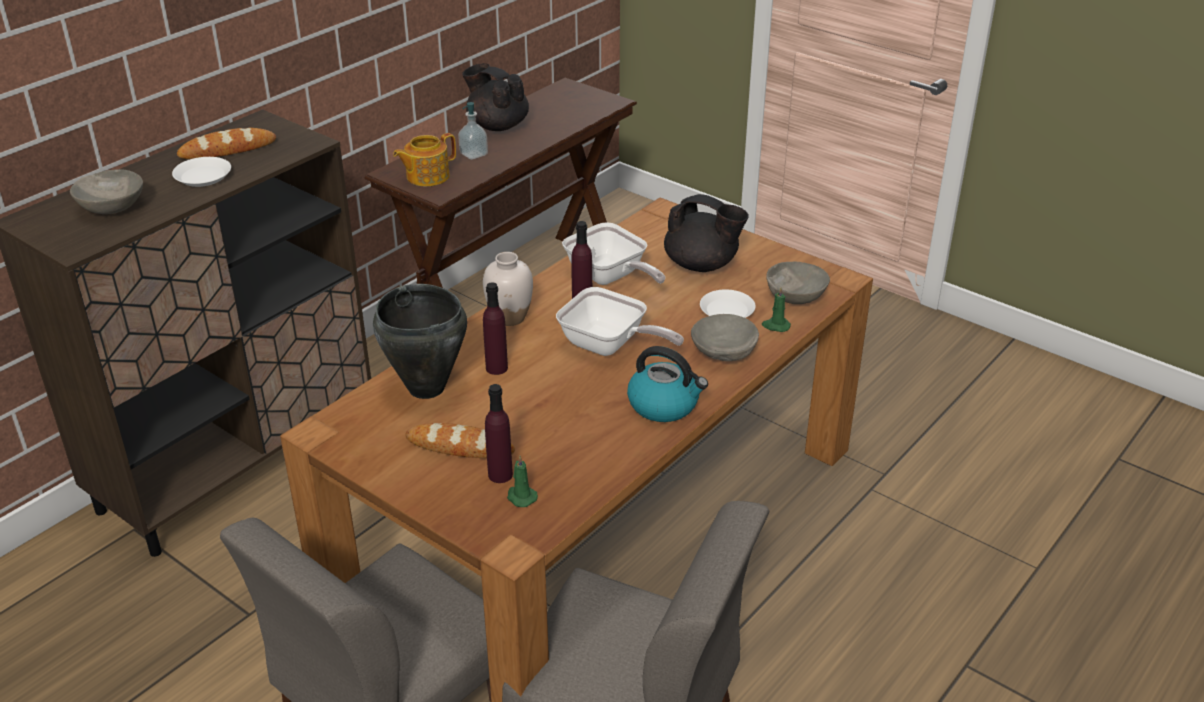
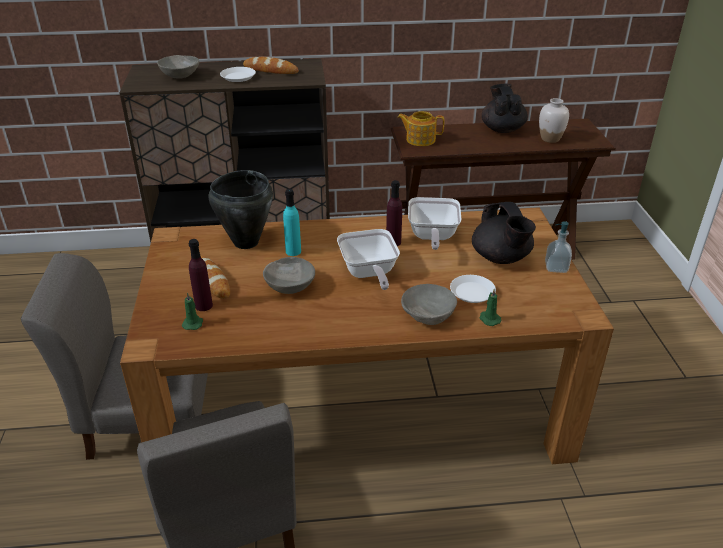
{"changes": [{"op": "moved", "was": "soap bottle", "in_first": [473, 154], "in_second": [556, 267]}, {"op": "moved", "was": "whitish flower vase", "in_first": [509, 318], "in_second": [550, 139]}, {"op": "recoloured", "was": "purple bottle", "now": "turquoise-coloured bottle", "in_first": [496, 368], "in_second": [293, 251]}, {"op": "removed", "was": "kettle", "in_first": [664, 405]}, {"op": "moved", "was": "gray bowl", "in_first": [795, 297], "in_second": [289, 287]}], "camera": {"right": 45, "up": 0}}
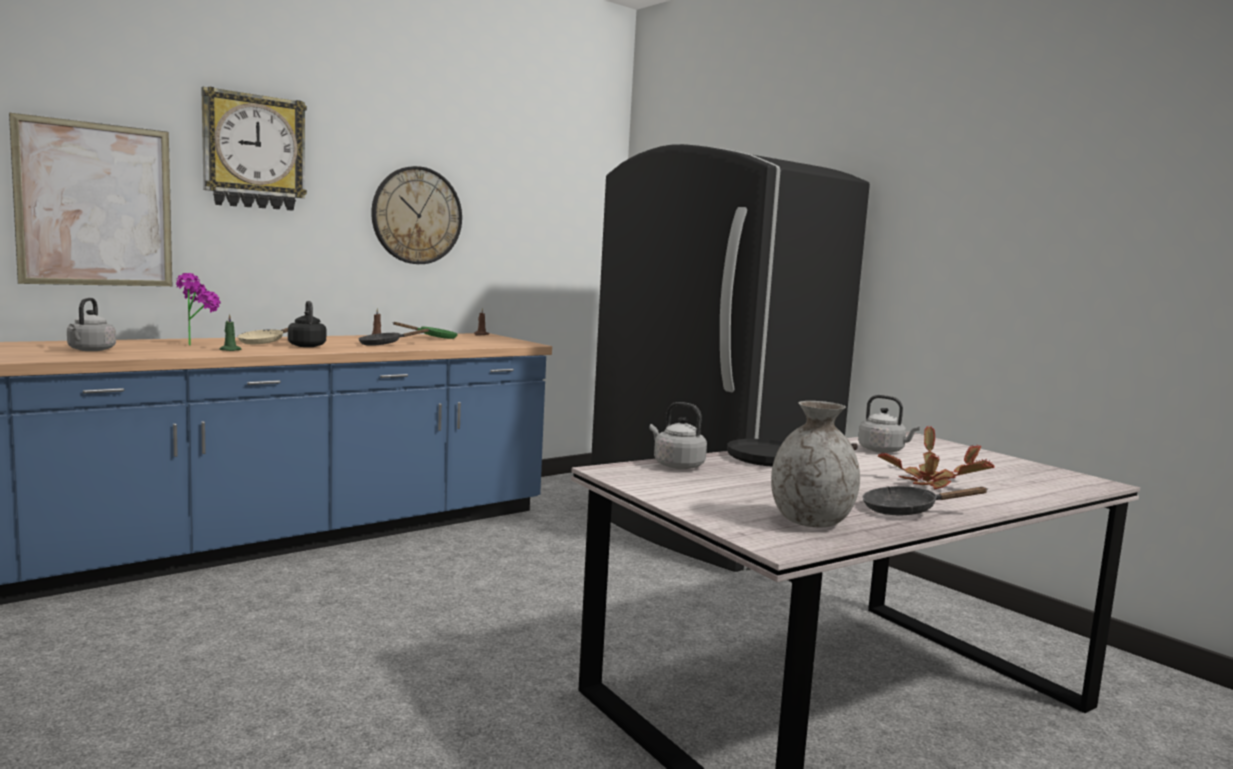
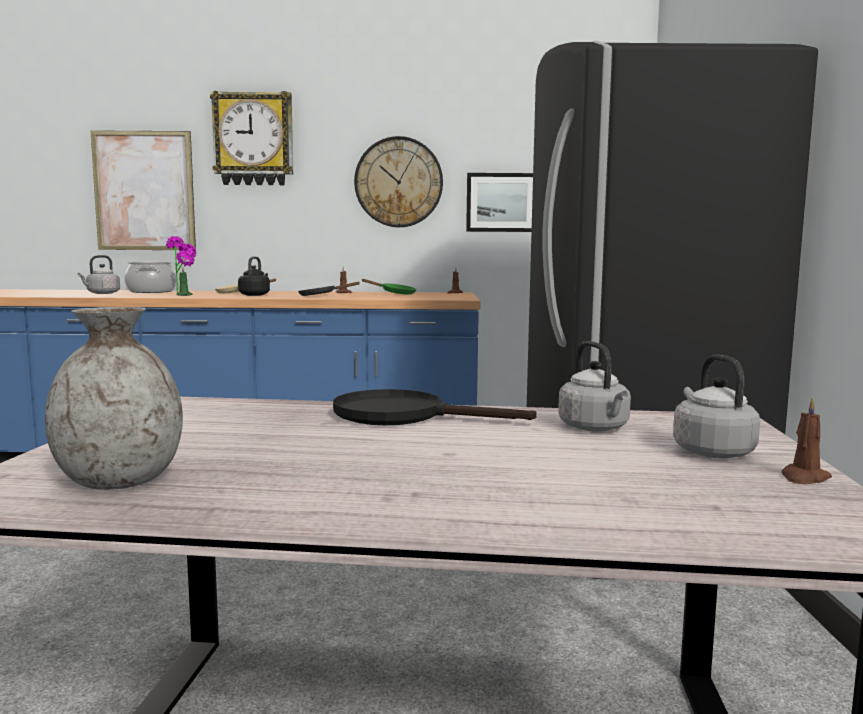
{"changes": [{"op": "moved", "was": "gray kettle", "in_first": [676, 465], "in_second": [710, 451]}, {"op": "removed", "was": "blackish pan", "in_first": [906, 511]}, {"op": "removed", "was": "plant in a pot", "in_first": [931, 482]}, {"op": "added", "now": "stockpot", "in_second": [151, 291]}, {"op": "added", "now": "wall picture", "in_second": [501, 202]}, {"op": "added", "now": "brownish wax candle", "in_second": [804, 478]}], "camera": {"right": 40, "up": 0}}
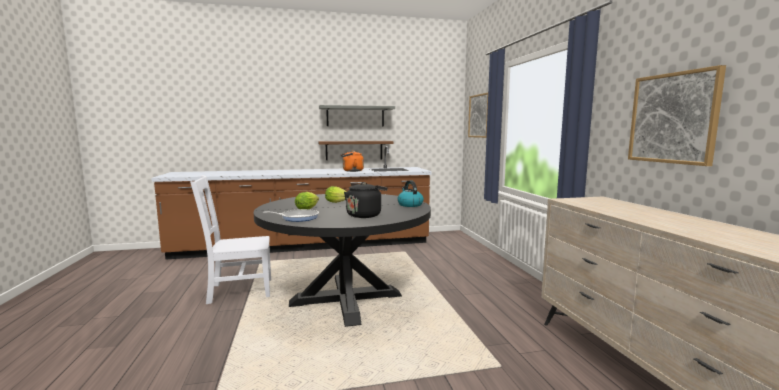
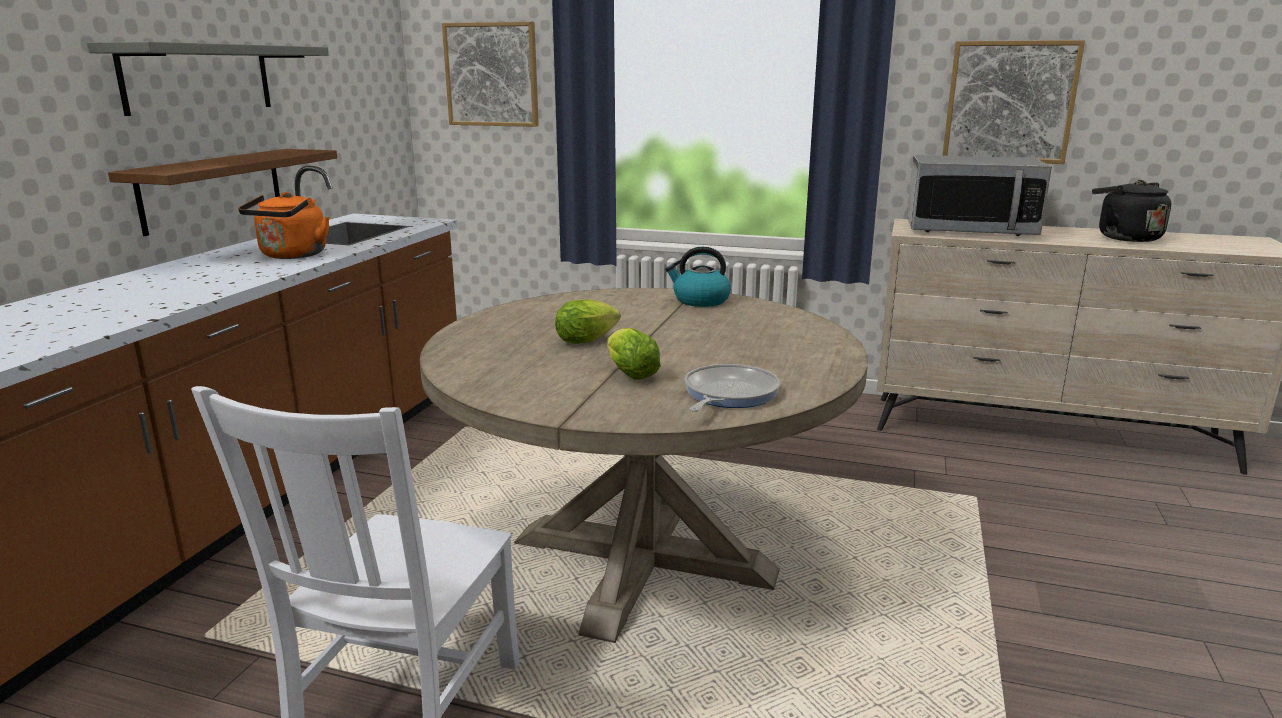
{"changes": [{"op": "recoloured", "was": "blackish kitchen table", "now": "sand-coloured kitchen table", "in_first": [346, 299], "in_second": [643, 558]}, {"op": "moved", "was": "blackish kettle", "in_first": [365, 215], "in_second": [1124, 237]}, {"op": "added", "now": "kitchen microwave", "in_second": [969, 229]}], "camera": {"right": -60, "up": 10}}
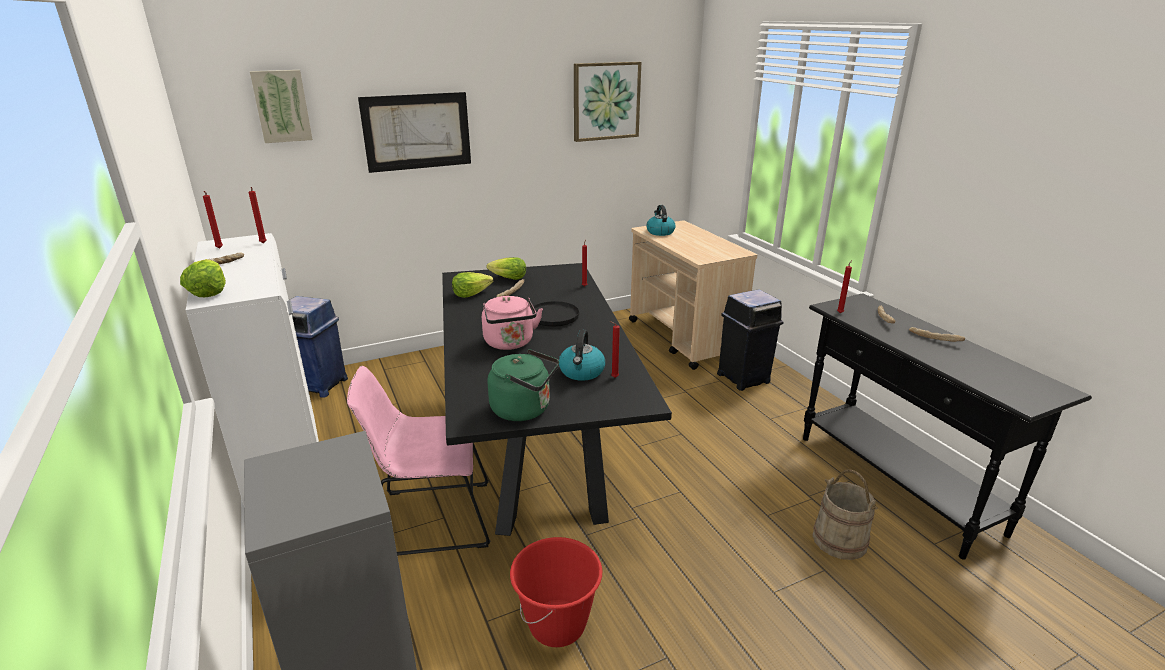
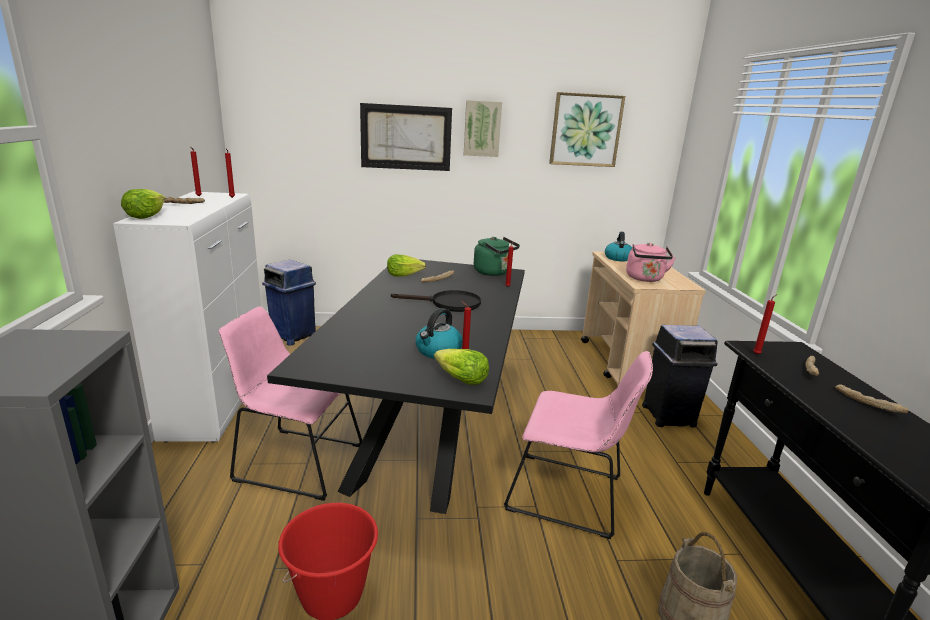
{"changes": [{"op": "moved", "was": "wall picture", "in_first": [282, 106], "in_second": [482, 128]}, {"op": "moved", "was": "pink kettle", "in_first": [510, 343], "in_second": [645, 279]}, {"op": "moved", "was": "lettuce head", "in_first": [508, 278], "in_second": [460, 379]}, {"op": "moved", "was": "green kettle", "in_first": [524, 409], "in_second": [494, 272]}, {"op": "added", "now": "pink chair", "in_second": [570, 495]}], "camera": {"right": 20, "up": -5}}
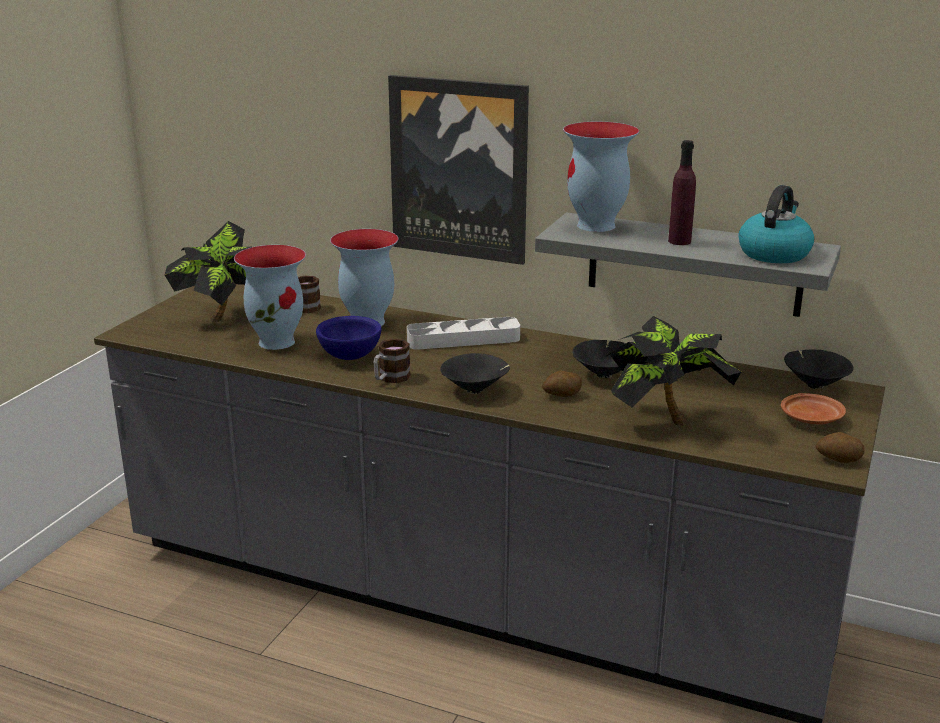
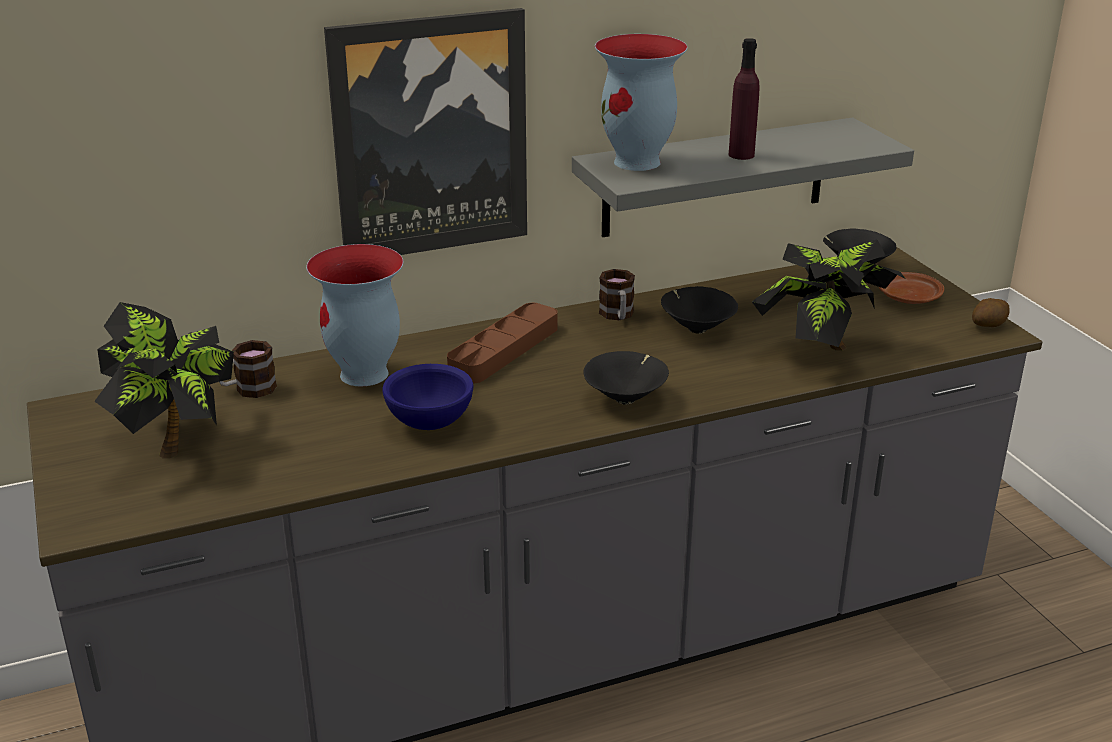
{"changes": [{"op": "removed", "was": "flower vase", "in_first": [277, 342]}, {"op": "moved", "was": "tea mug", "in_first": [390, 379], "in_second": [617, 316]}, {"op": "recoloured", "was": "gray serving tray", "now": "brownish serving tray", "in_first": [463, 339], "in_second": [504, 350]}, {"op": "removed", "was": "whole potato", "in_first": [562, 395]}, {"op": "removed", "was": "kettle", "in_first": [774, 253]}], "camera": {"right": -45, "up": 5}}
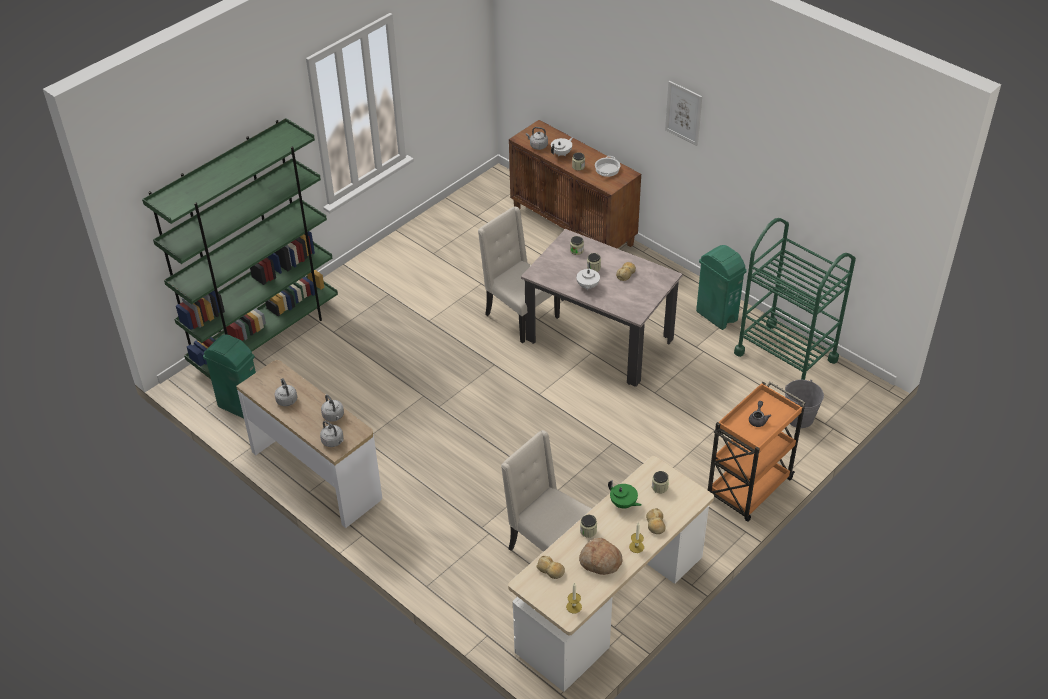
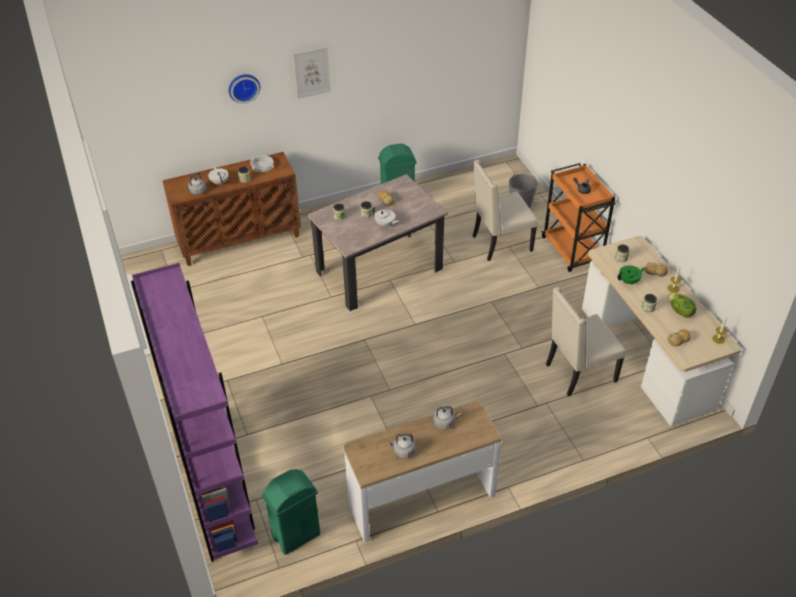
{"changes": [{"op": "recoloured", "was": "green bookcase", "now": "purple bookcase", "in_first": [265, 337], "in_second": [215, 489]}, {"op": "removed", "was": "gray kettle", "in_first": [333, 441]}, {"op": "moved", "was": "sand-coloured chair", "in_first": [520, 316], "in_second": [500, 243]}, {"op": "replaced", "was": "bakery bread", "now": "lettuce head", "in_first": [600, 561], "in_second": [680, 311]}, {"op": "removed", "was": "green cart", "in_first": [785, 356]}, {"op": "added", "now": "clock on the wall", "in_second": [243, 87]}], "camera": {"right": -65, "up": 0}}
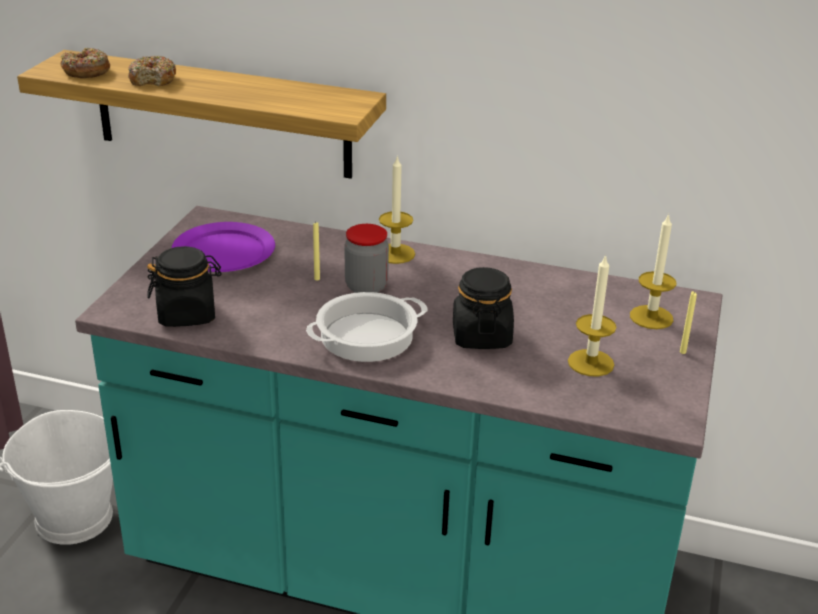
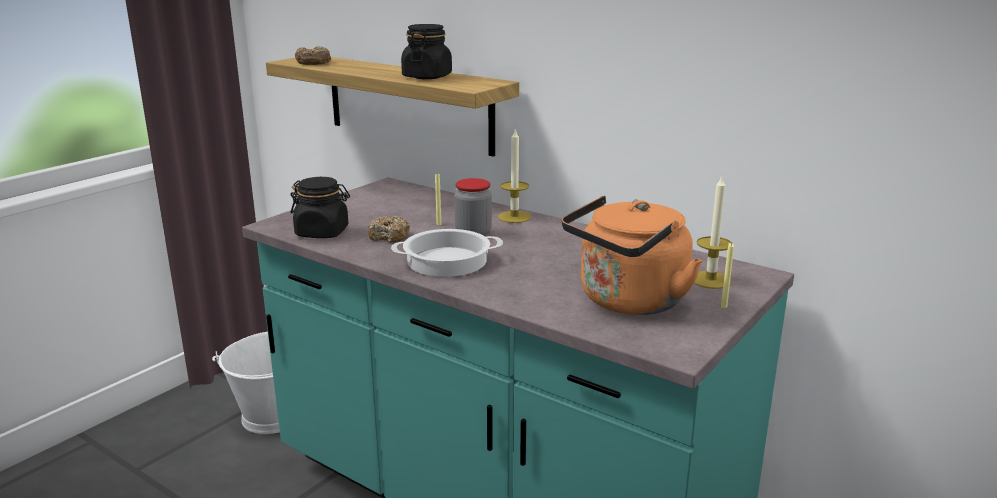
{"changes": [{"op": "moved", "was": "donut", "in_first": [153, 79], "in_second": [389, 236]}, {"op": "removed", "was": "purple dinner plate", "in_first": [223, 252]}, {"op": "moved", "was": "blackish preserve jar", "in_first": [481, 336], "in_second": [427, 77]}, {"op": "replaced", "was": "wax candle", "now": "orange-coloured kettle", "in_first": [591, 363], "in_second": [628, 302]}], "camera": {"right": 20, "up": -10}}
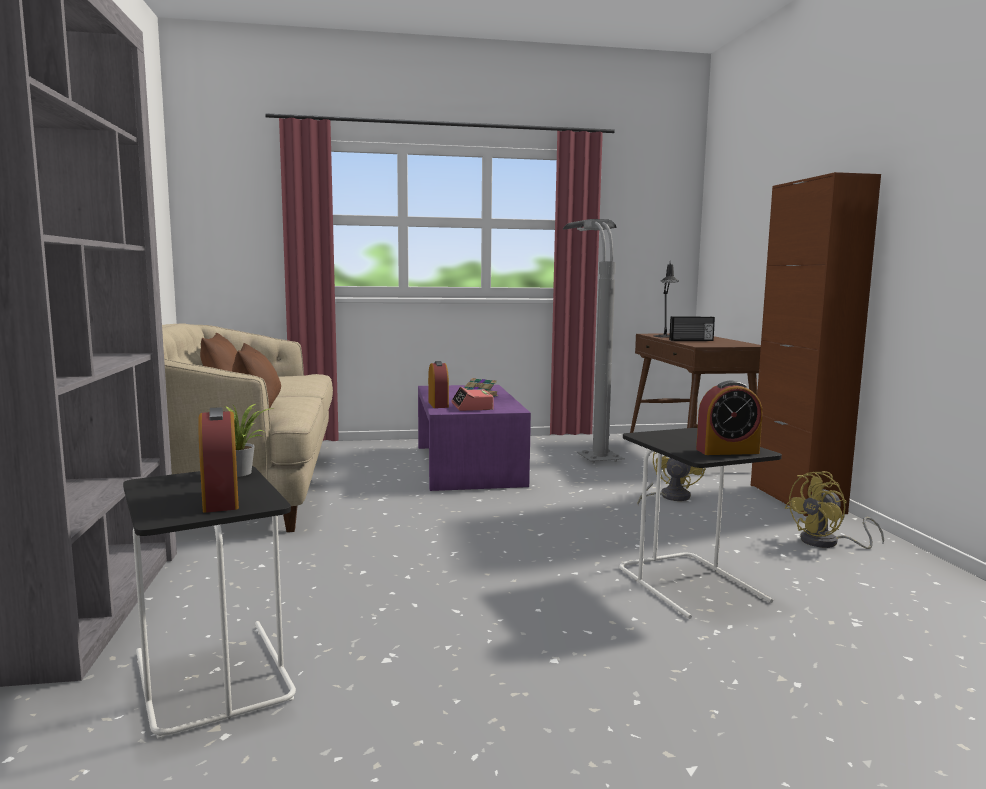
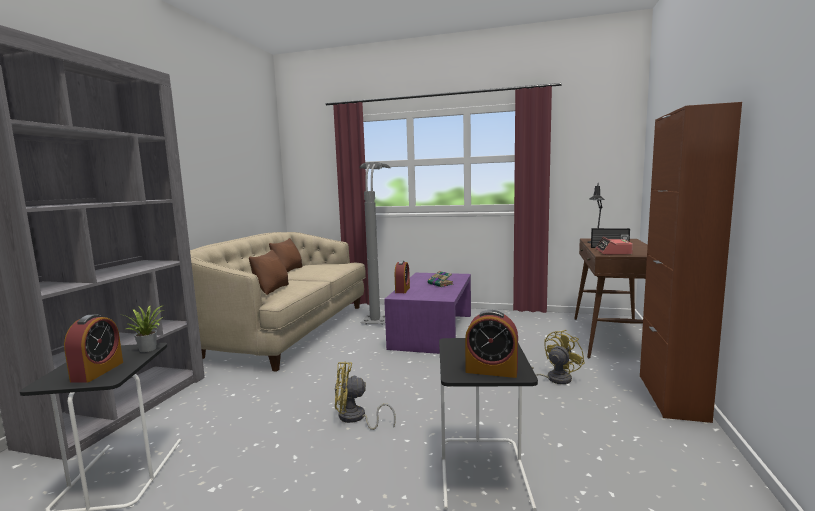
{"changes": [{"op": "moved", "was": "table clock", "in_first": [472, 407], "in_second": [613, 252]}, {"op": "moved", "was": "gray floor lamp", "in_first": [589, 453], "in_second": [378, 317]}, {"op": "moved", "was": "yellowish electric fan", "in_first": [827, 543], "in_second": [356, 418]}], "camera": {"right": 25, "up": 0}}
